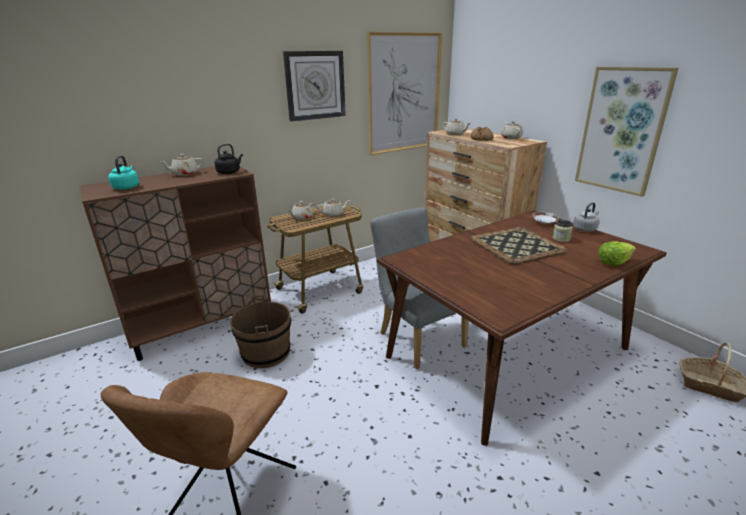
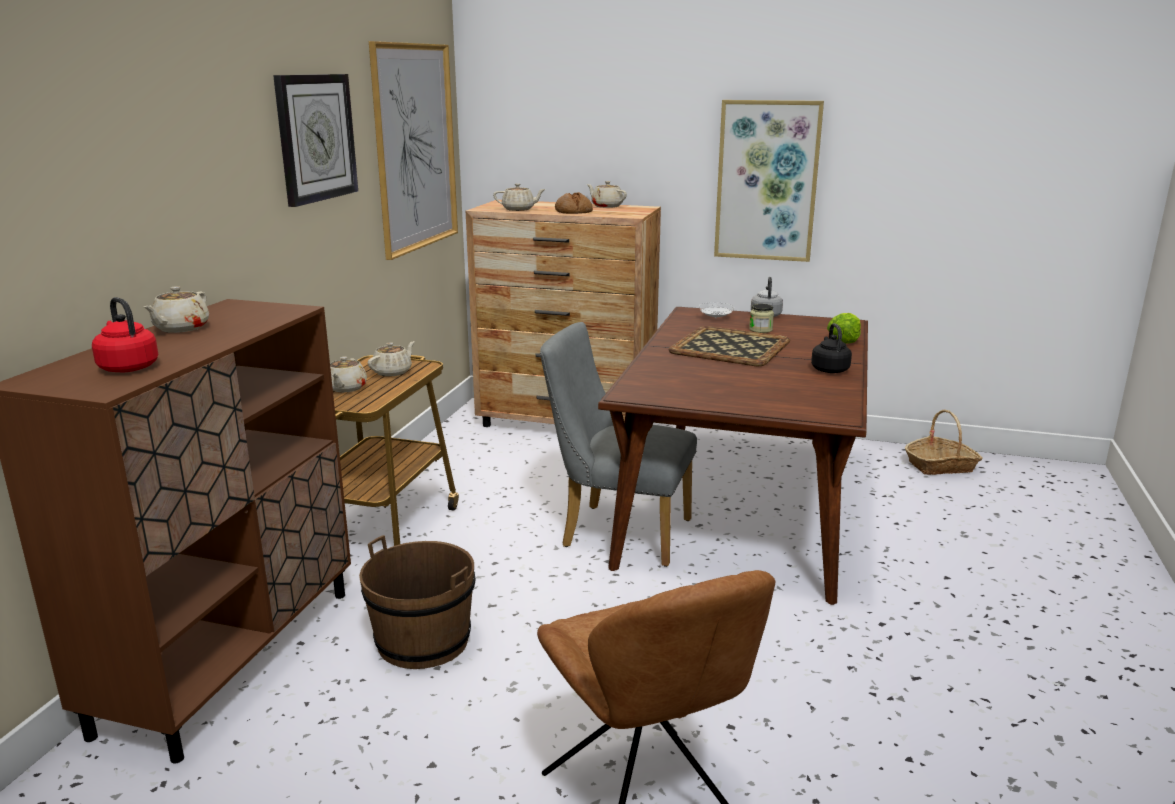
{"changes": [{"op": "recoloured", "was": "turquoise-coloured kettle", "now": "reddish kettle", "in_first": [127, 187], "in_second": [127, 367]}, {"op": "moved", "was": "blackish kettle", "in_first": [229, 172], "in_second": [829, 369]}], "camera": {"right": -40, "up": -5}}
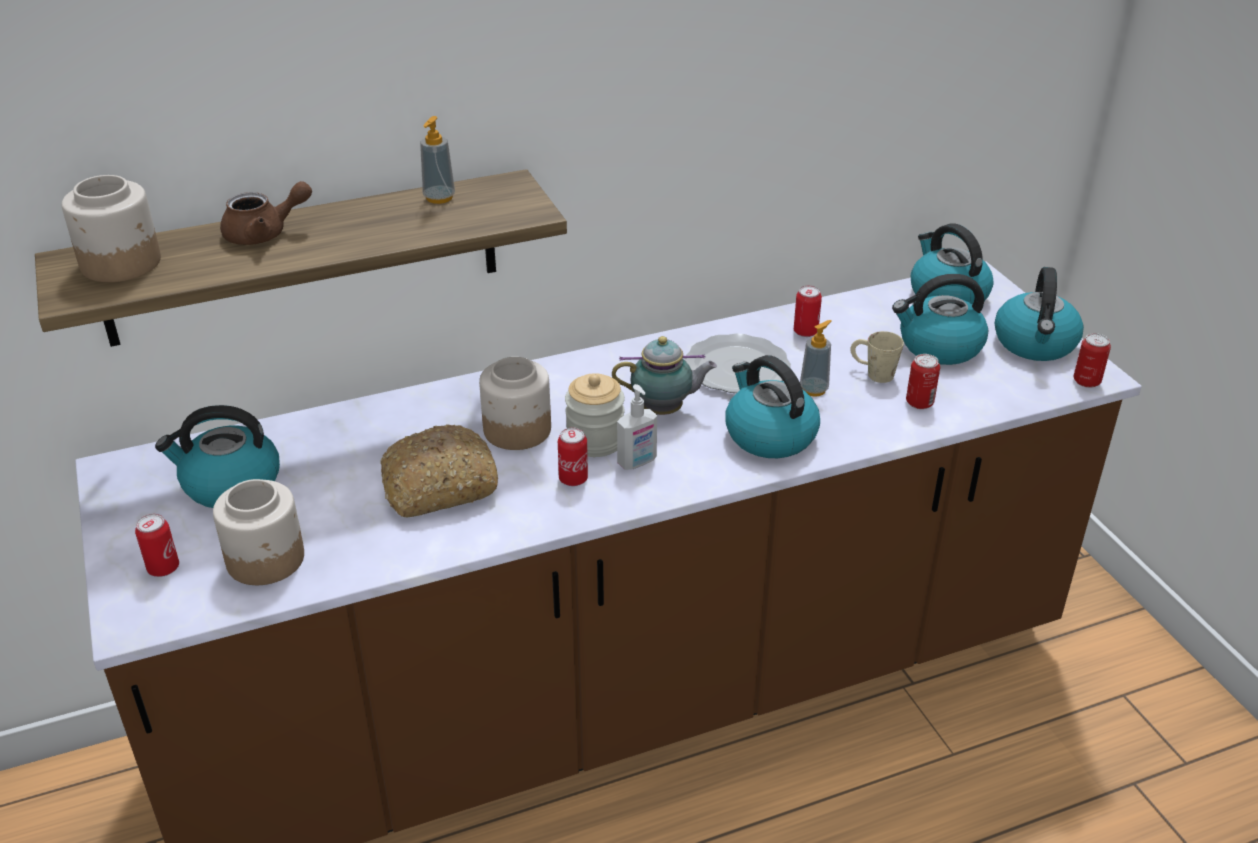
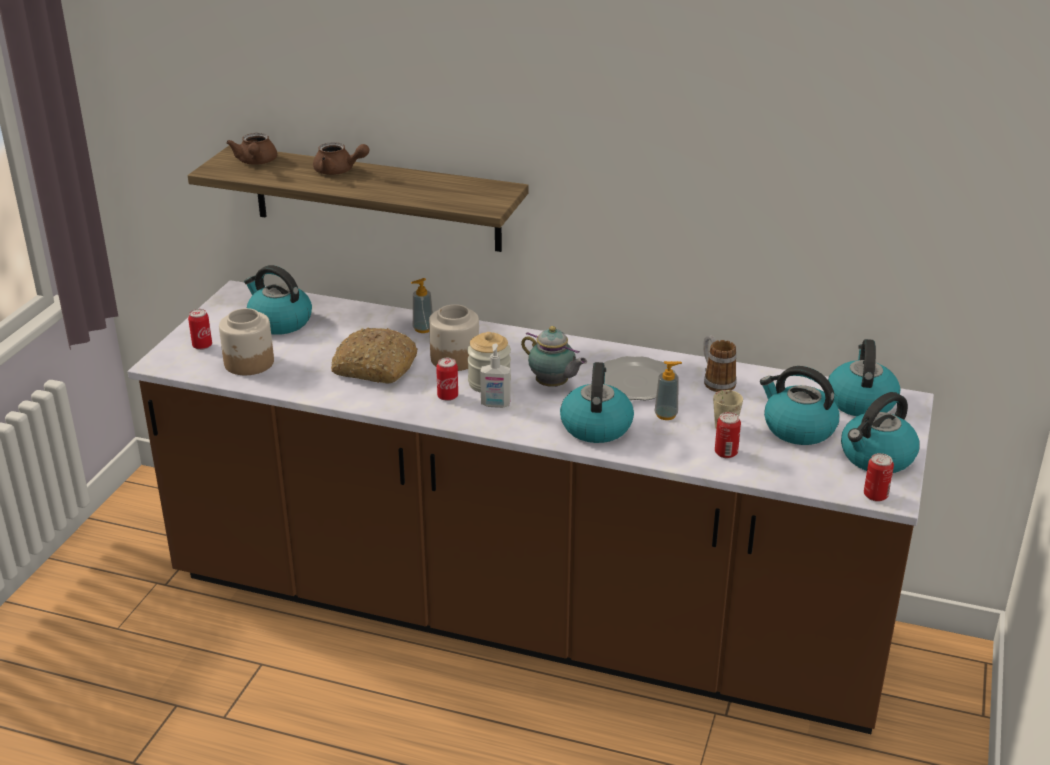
{"changes": [{"op": "replaced", "was": "preserve jar", "now": "brownish teapot", "in_first": [122, 263], "in_second": [256, 162]}, {"op": "moved", "was": "soap bottle", "in_first": [439, 198], "in_second": [423, 329]}, {"op": "replaced", "was": "metal can", "now": "tea mug", "in_first": [805, 332], "in_second": [715, 381]}], "camera": {"right": 40, "up": -5}}
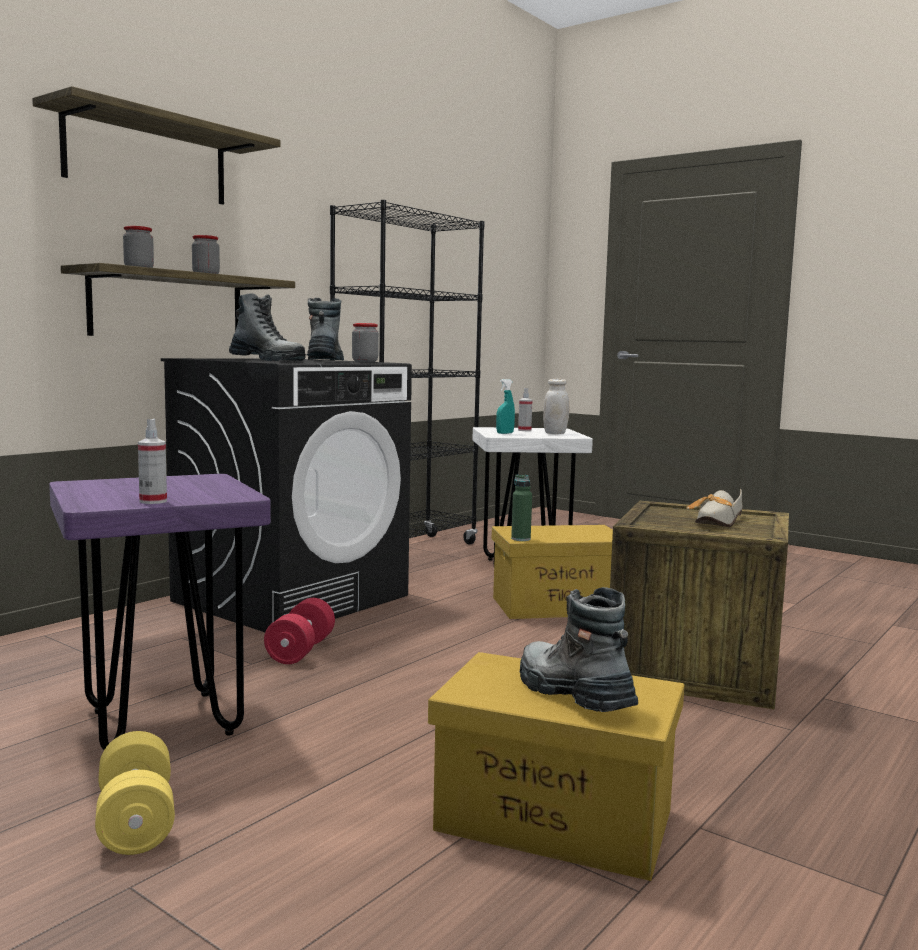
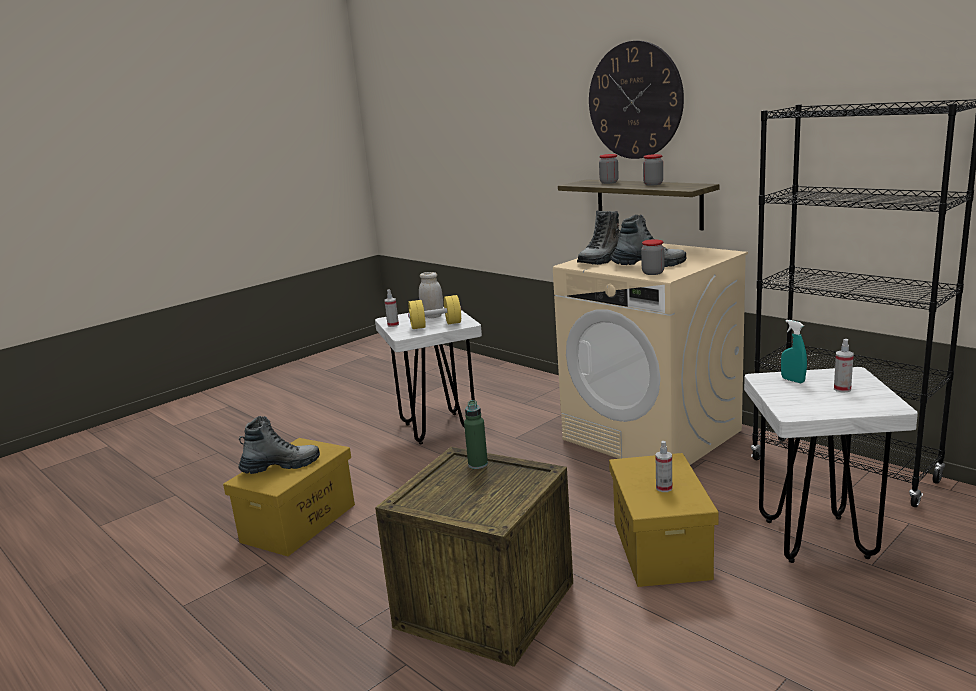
{"changes": [{"op": "replaced", "was": "bracket shelf", "now": "clock on the wall", "in_first": [147, 158], "in_second": [635, 100]}, {"op": "recoloured", "was": "purple stool seat", "now": "whitish stool seat", "in_first": [162, 723], "in_second": [438, 428]}, {"op": "moved", "was": "yellowish dumbbell", "in_first": [136, 821], "in_second": [436, 325]}, {"op": "recoloured", "was": "blackish washing machine", "now": "sand-coloured washing machine", "in_first": [292, 598], "in_second": [652, 435]}, {"op": "removed", "was": "reddish dumbbell", "in_first": [300, 651]}, {"op": "moved", "was": "green bottle", "in_first": [520, 539], "in_second": [478, 464]}, {"op": "moved", "was": "whitish preserve jar", "in_first": [555, 433], "in_second": [432, 316]}, {"op": "removed", "was": "low shoe", "in_first": [716, 522]}, {"op": "added", "now": "spray bottle", "in_second": [664, 488]}], "camera": {"right": 100, "up": 10}}
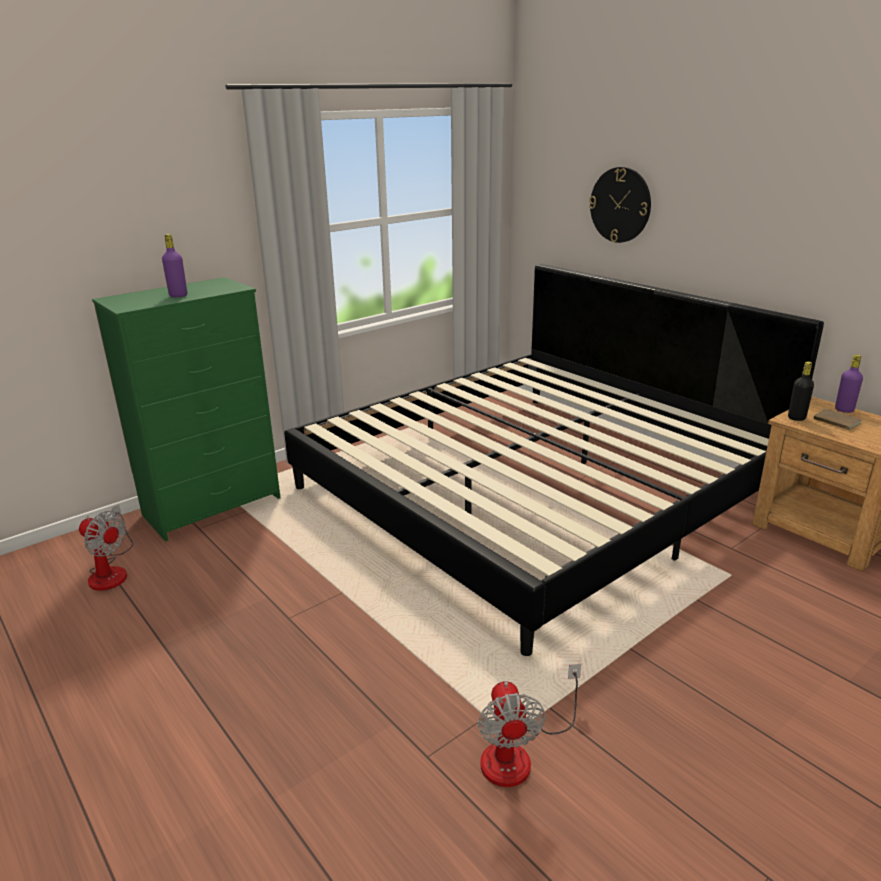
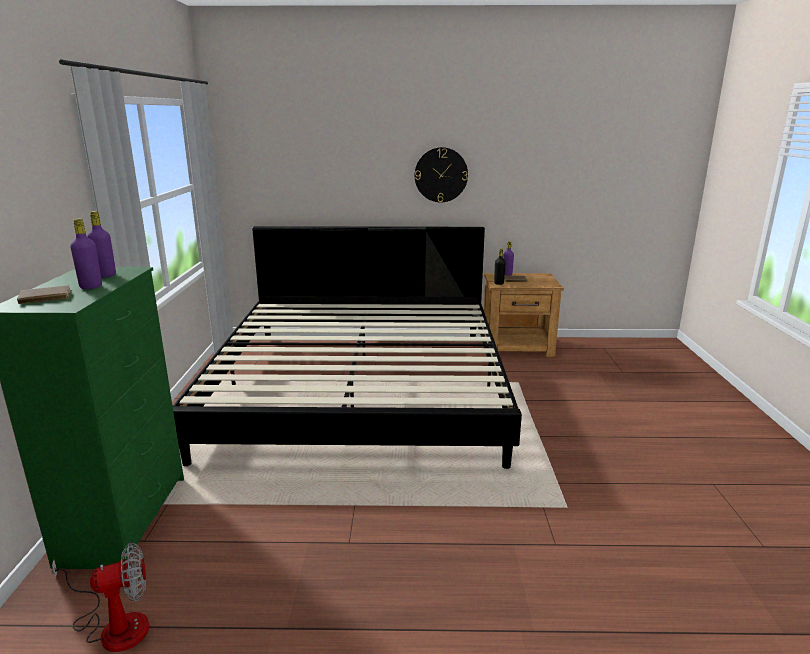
{"changes": [{"op": "removed", "was": "electric fan", "in_first": [518, 753]}, {"op": "moved", "was": "clock on the wall", "in_first": [620, 205], "in_second": [441, 175]}, {"op": "added", "now": "brownish bound book", "in_second": [45, 298]}, {"op": "added", "now": "purple bottle", "in_second": [105, 275]}], "camera": {"right": -50, "up": -5}}
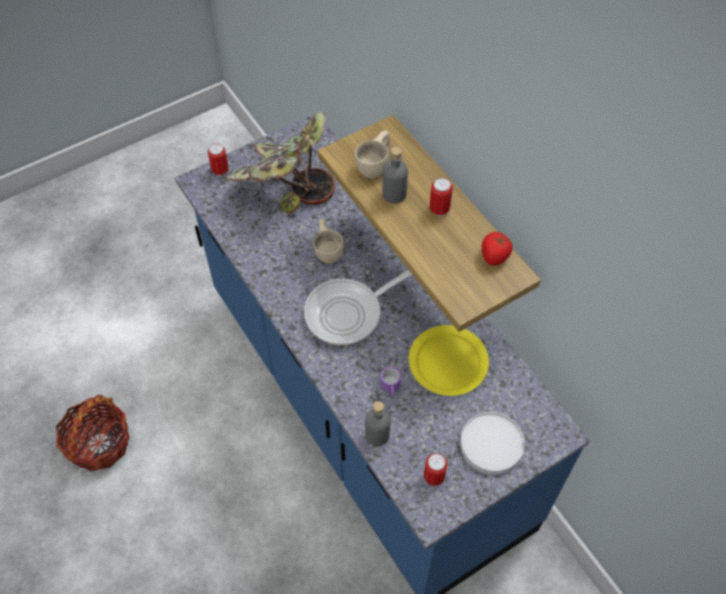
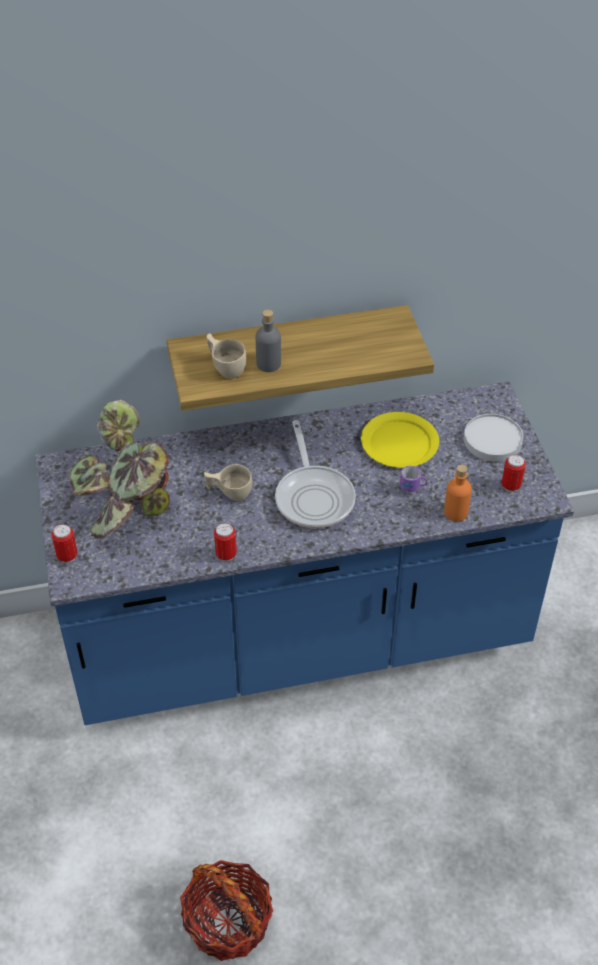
{"changes": [{"op": "recoloured", "was": "gray bottle", "now": "orange-coloured bottle", "in_first": [377, 434], "in_second": [455, 512]}, {"op": "moved", "was": "metal can", "in_first": [439, 209], "in_second": [226, 555]}, {"op": "removed", "was": "fresh tomato", "in_first": [494, 256]}], "camera": {"right": -70, "up": -10}}
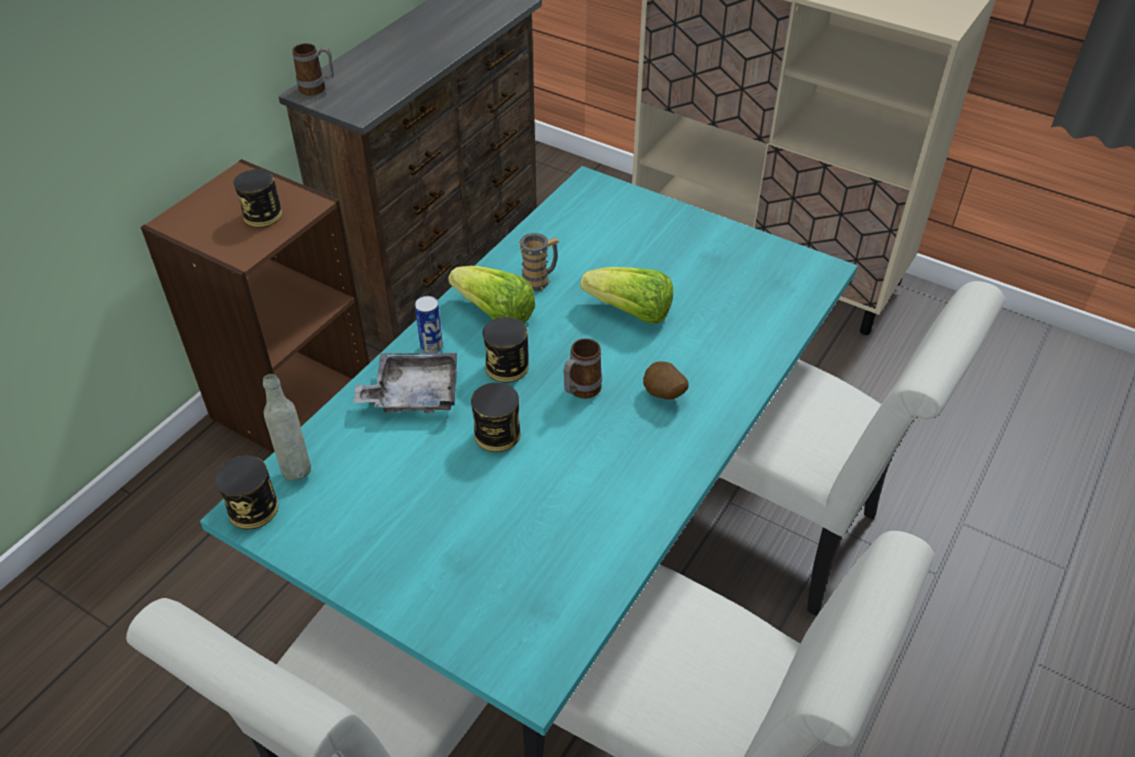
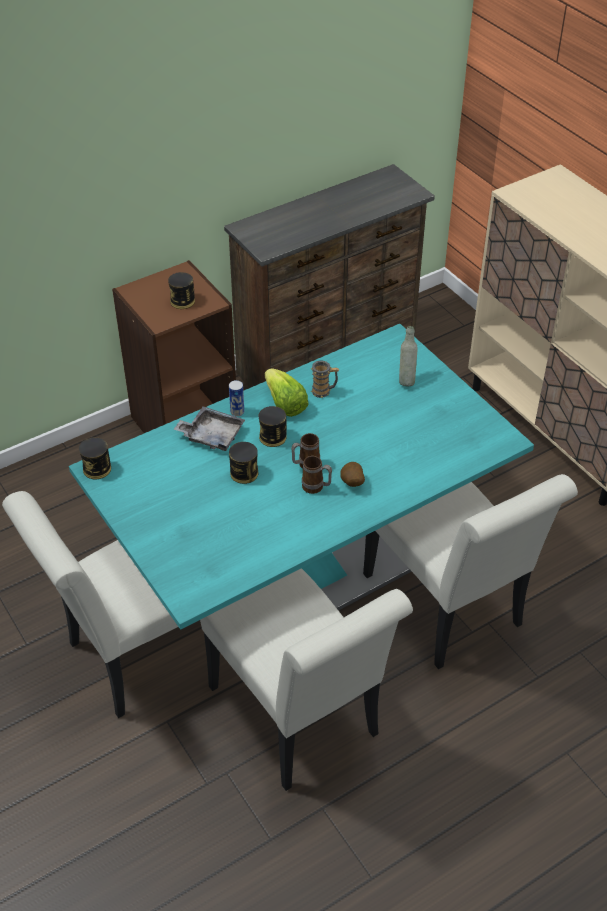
{"changes": [{"op": "moved", "was": "gray bottle", "in_first": [295, 465], "in_second": [406, 380]}, {"op": "moved", "was": "tea mug", "in_first": [318, 89], "in_second": [316, 488]}, {"op": "removed", "was": "lettuce head", "in_first": [630, 312]}], "camera": {"right": 25, "up": 0}}
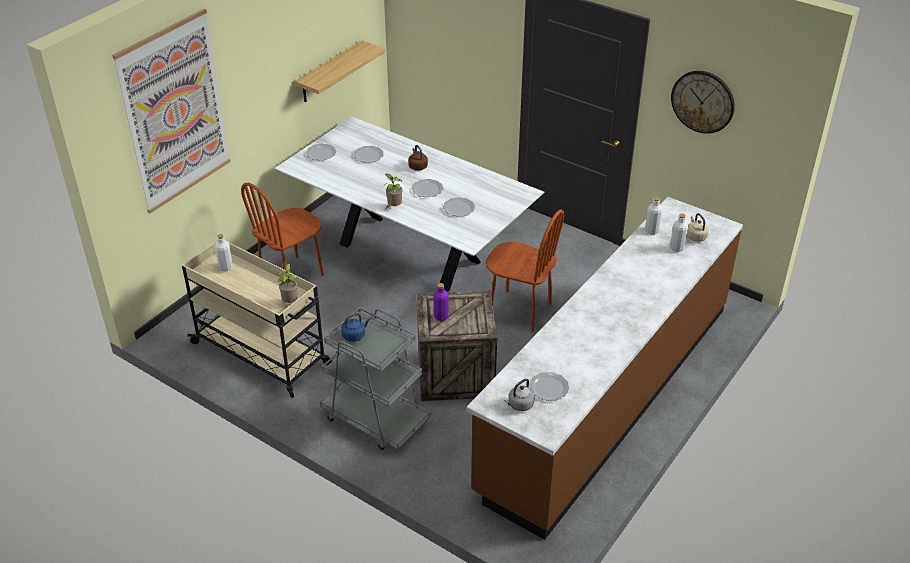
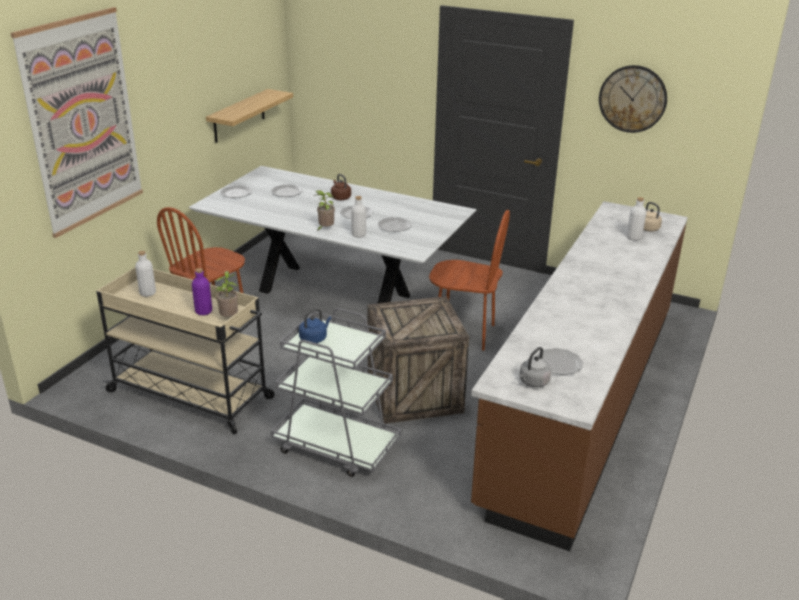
{"changes": [{"op": "moved", "was": "purple bottle", "in_first": [441, 316], "in_second": [203, 311]}, {"op": "moved", "was": "whitish bottle", "in_first": [651, 231], "in_second": [358, 235]}], "camera": {"right": -10, "up": -10}}
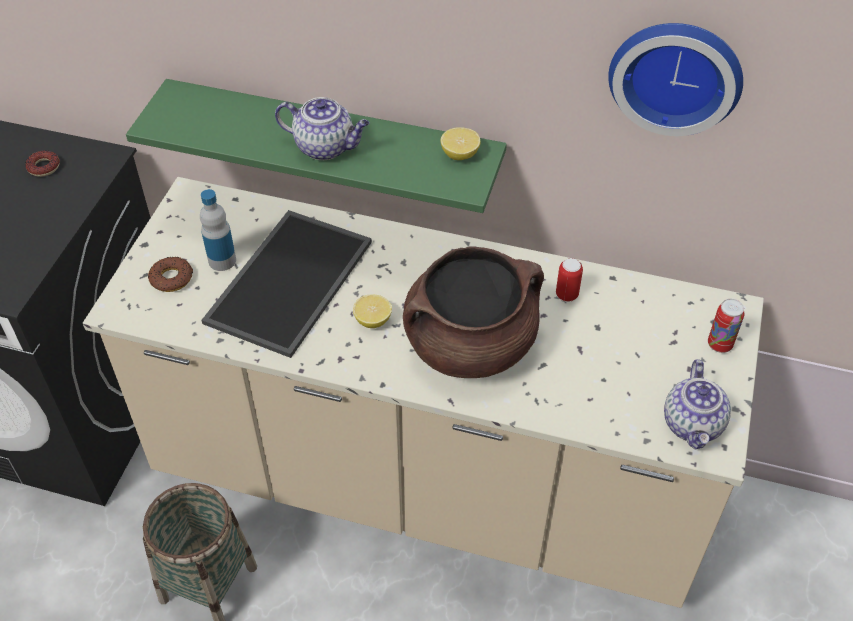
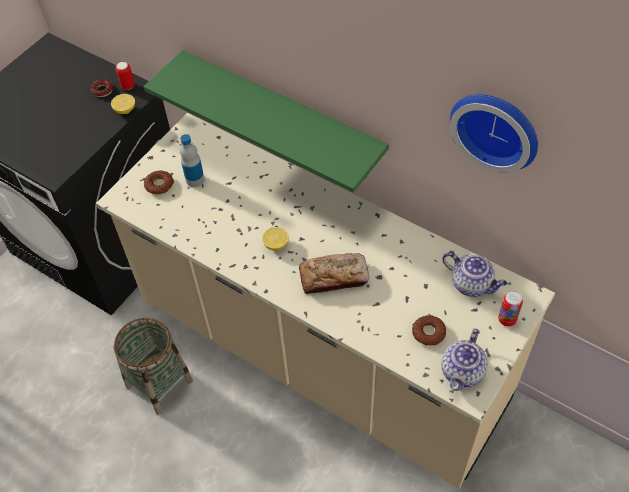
{"changes": [{"op": "removed", "was": "serving tray", "in_first": [288, 279]}, {"op": "moved", "was": "teapot", "in_first": [326, 147], "in_second": [472, 284]}, {"op": "replaced", "was": "brownish stockpot", "now": "bakery bread", "in_first": [470, 344], "in_second": [333, 277]}, {"op": "moved", "was": "citrus fruit", "in_first": [460, 154], "in_second": [125, 110]}, {"op": "moved", "was": "metal can", "in_first": [567, 295], "in_second": [128, 86]}, {"op": "added", "now": "donut", "in_second": [428, 332]}], "camera": {"right": 20, "up": 5}}
